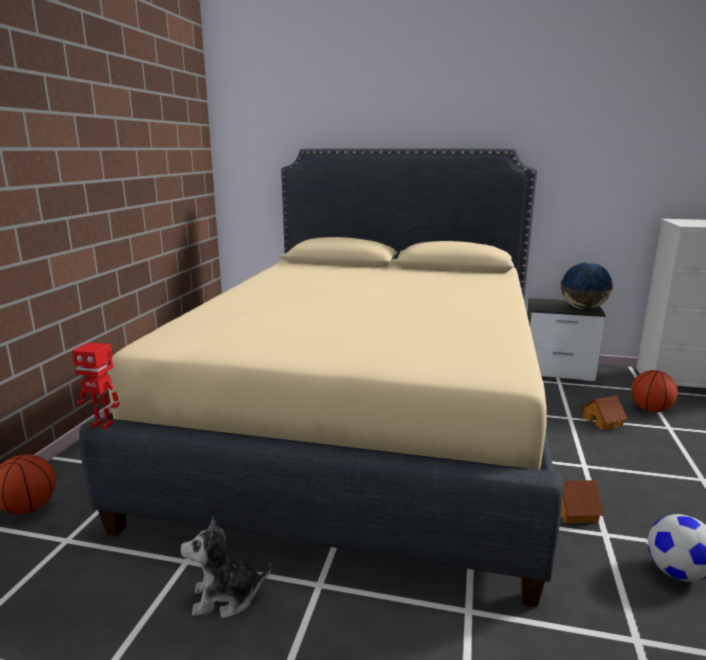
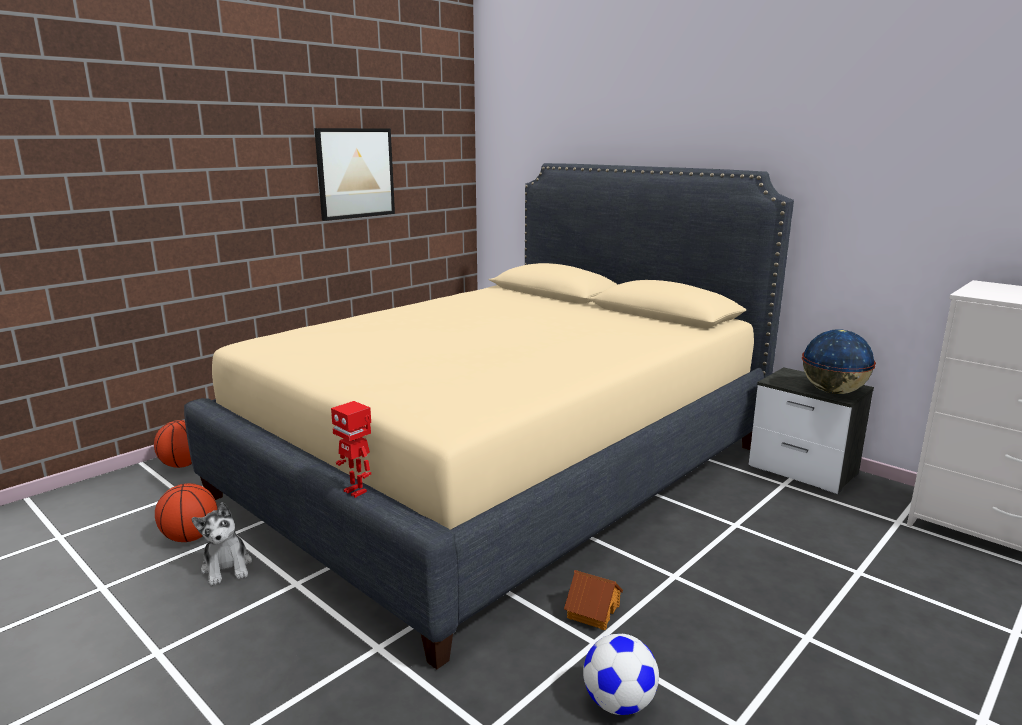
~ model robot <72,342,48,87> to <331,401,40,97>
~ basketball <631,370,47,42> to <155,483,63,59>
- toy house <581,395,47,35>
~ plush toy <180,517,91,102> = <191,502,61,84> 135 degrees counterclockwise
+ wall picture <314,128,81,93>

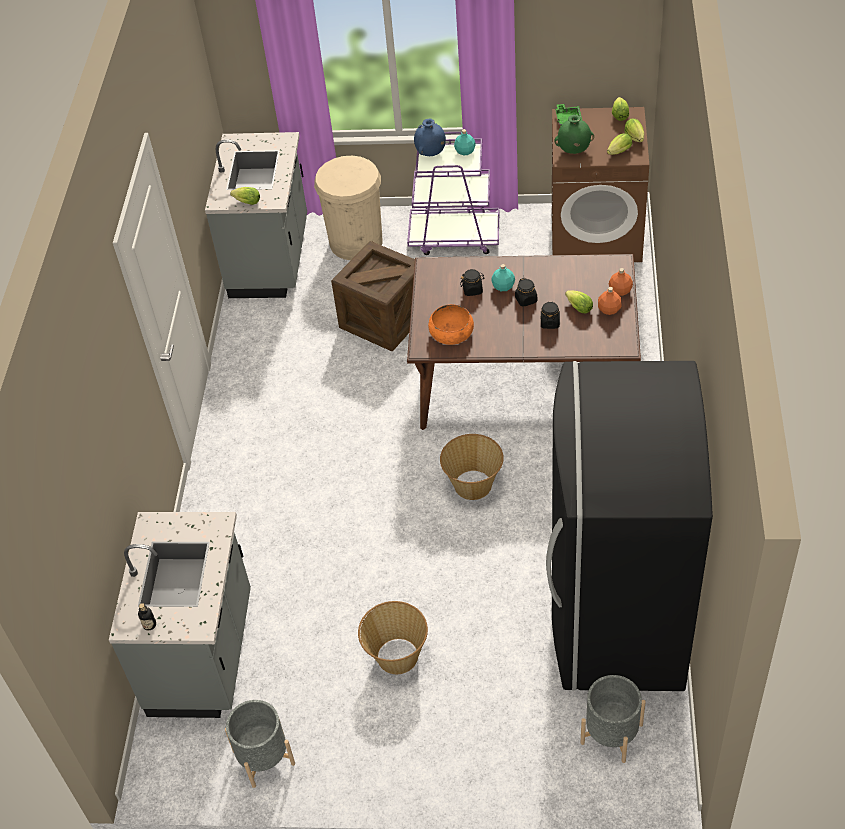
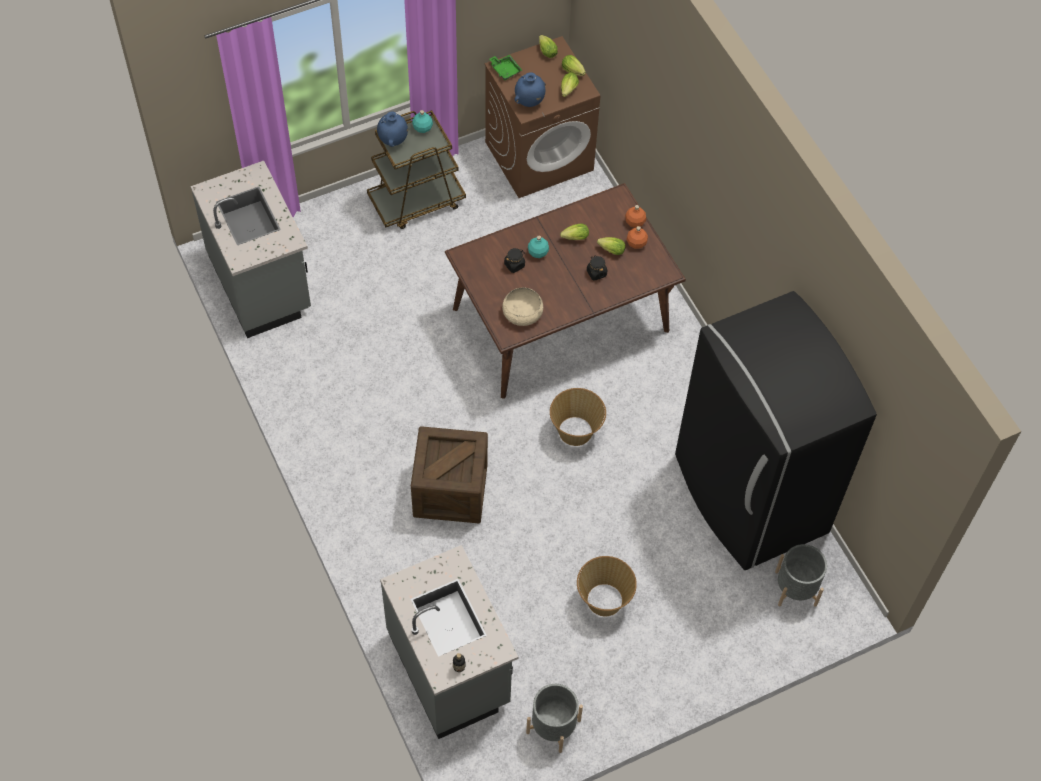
~ green decorative vase <554,115,40,39> to blue decorative vase <515,72,31,35>
~ purple wheeled cart <407,132,92,123> to brown wheeled cart <367,110,99,119>
- beige-coloured rubbish bin <314,156,68,104>
~ lettuce <230,187,30,18> to <560,224,29,16>
~ crate <331,241,84,110> to <411,426,77,97>
- black-coloured preserve jar <515,278,22,29>
~ orange bowl <428,304,46,41> to beige-coloured bowl <502,287,41,39>

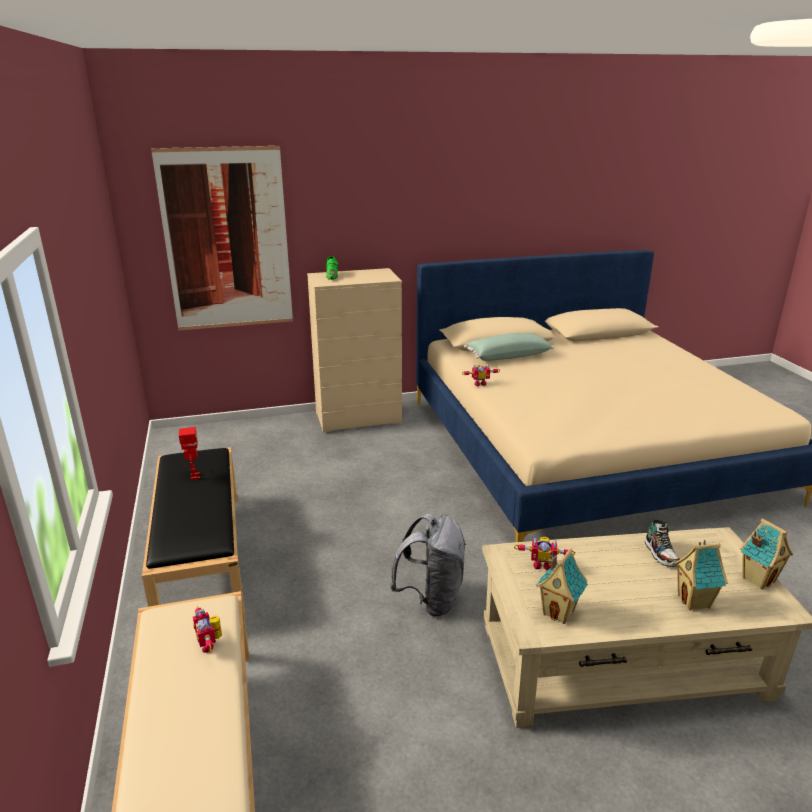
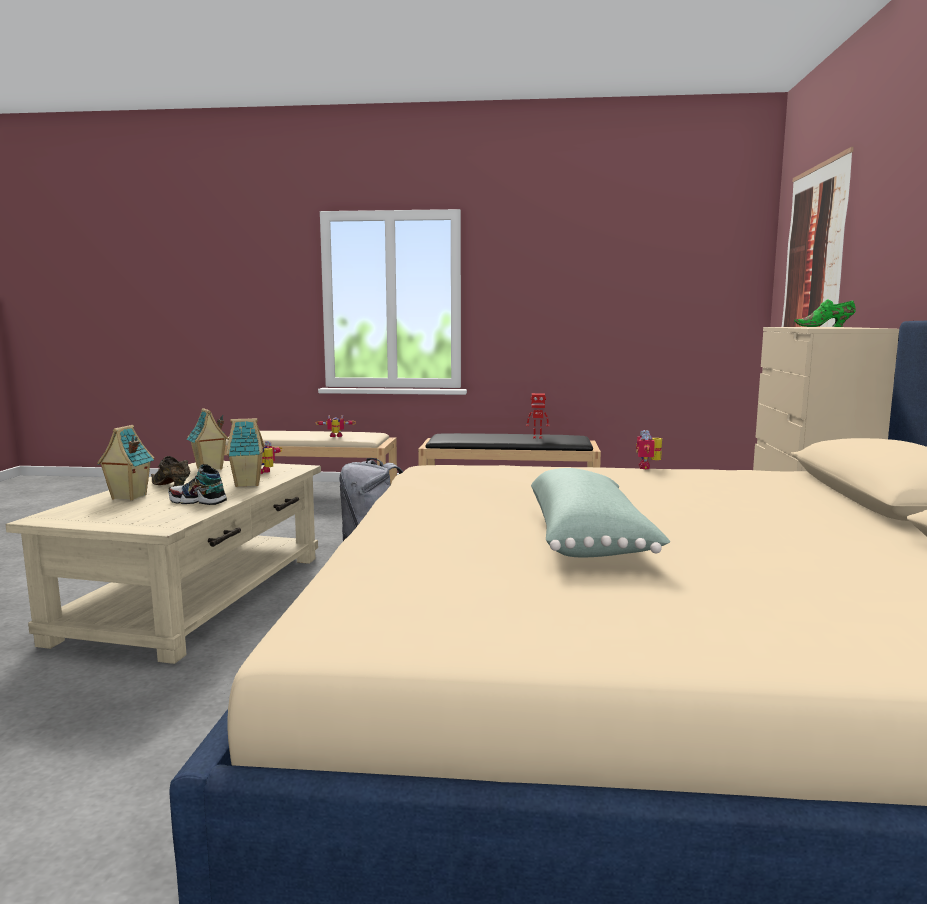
~ green throw pillow <464,333,90,28> to <531,468,139,89>
~ toy house <740,518,53,72> to <226,418,38,69>
+ brown low shoe <151,456,39,31>

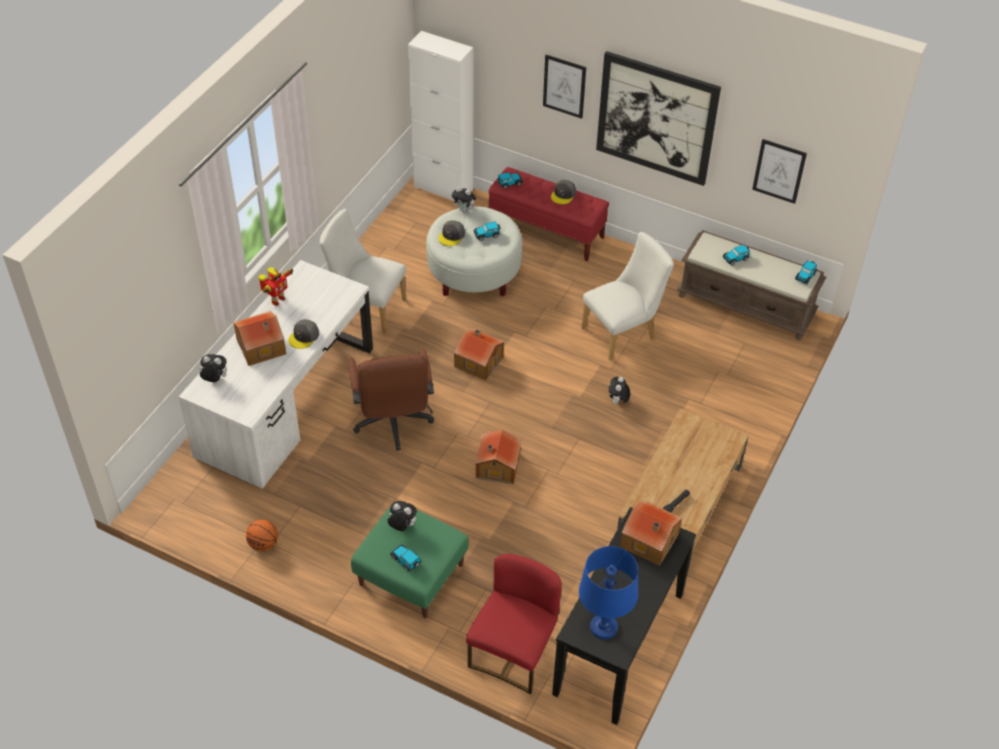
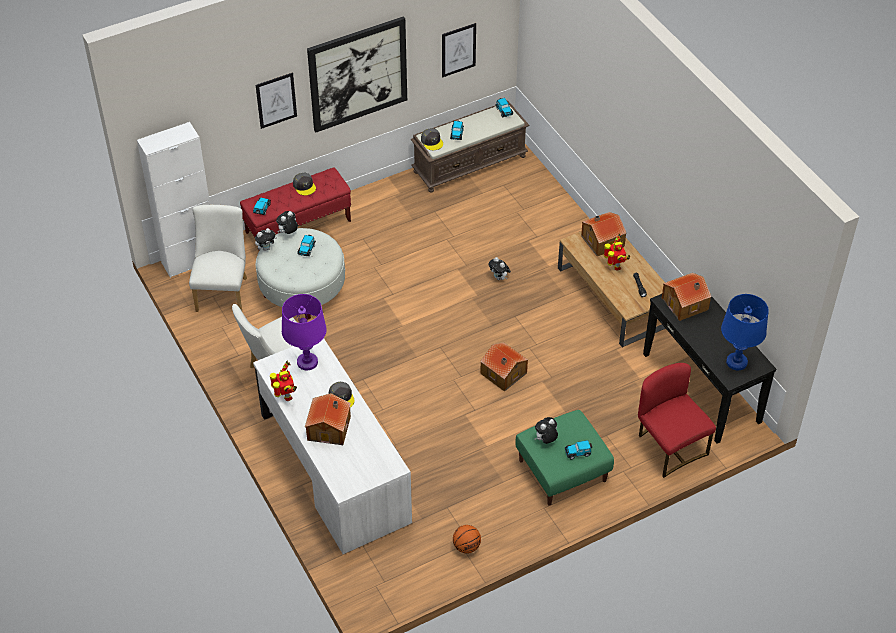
~ greyish cap <438,220,27,26> to <421,128,22,22>
~ white plain chair <582,232,92,129> to <189,205,58,107>
~ toy house <454,329,50,52> to <581,212,45,44>
- brown office chair <348,348,86,103>
~ plush toy <199,354,28,28> to <276,211,22,23>
+ model robot <604,234,26,37>
+ purple tabletop lamp <282,294,45,77>

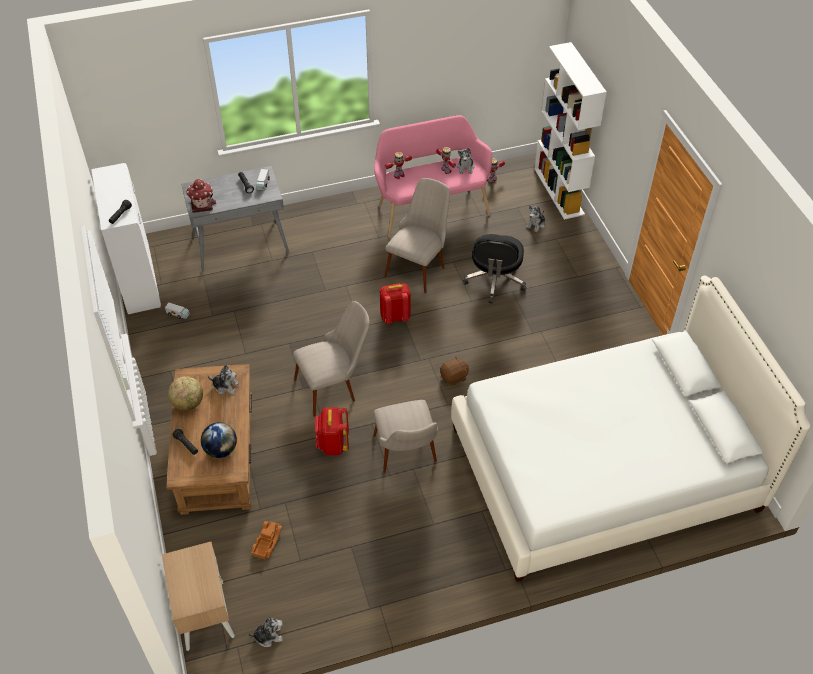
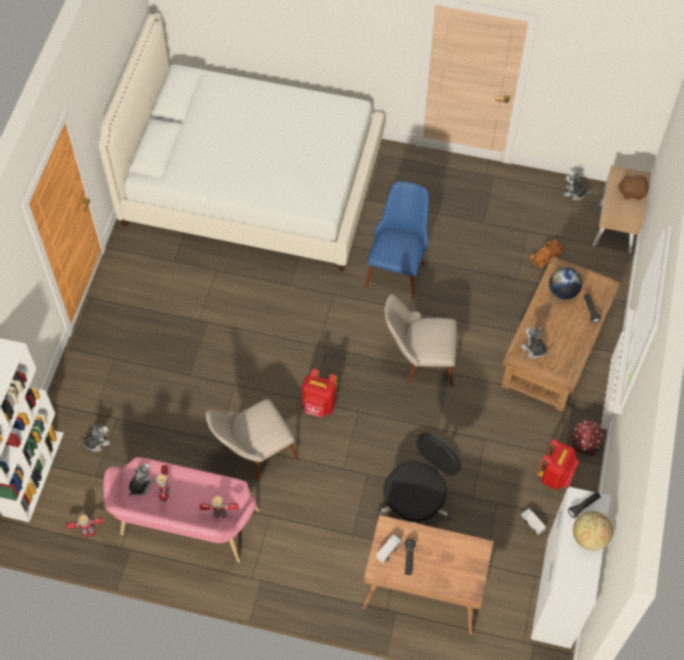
~ greyish desk unit <181,166,108,106> to brown desk unit <363,515,131,119>
~ toy house <186,179,30,34> to <570,421,33,35>
~ black-coloured office chair <463,234,63,69> to <376,433,85,90>
~ brown plush toy <440,356,29,30> to <617,173,32,27>
~ desk globe <168,376,35,35> to <573,511,40,40>
~ beige-coloured plain chair <373,400,65,73> to blue plain chair <365,181,64,118>
~ red-coloured rucksack <315,407,34,49> to <537,439,42,51>

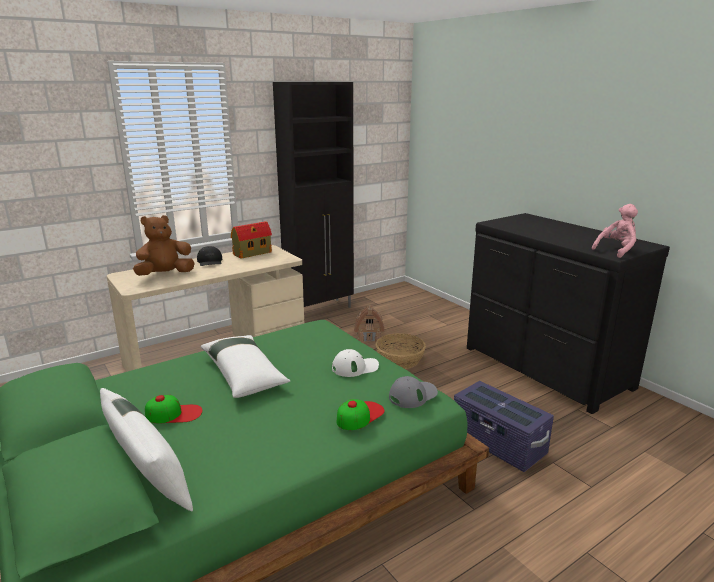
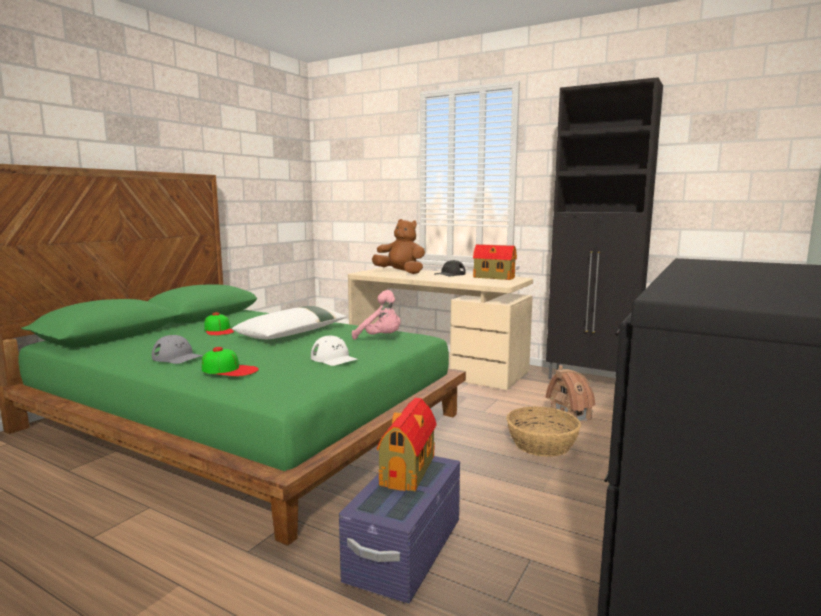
~ pink-coloured plush toy <592,204,46,54> to <352,290,49,50>
~ greyish cap <389,376,49,32> to <152,335,51,29>
- white throw pillow <100,388,93,123>
+ toy house <377,398,59,93>

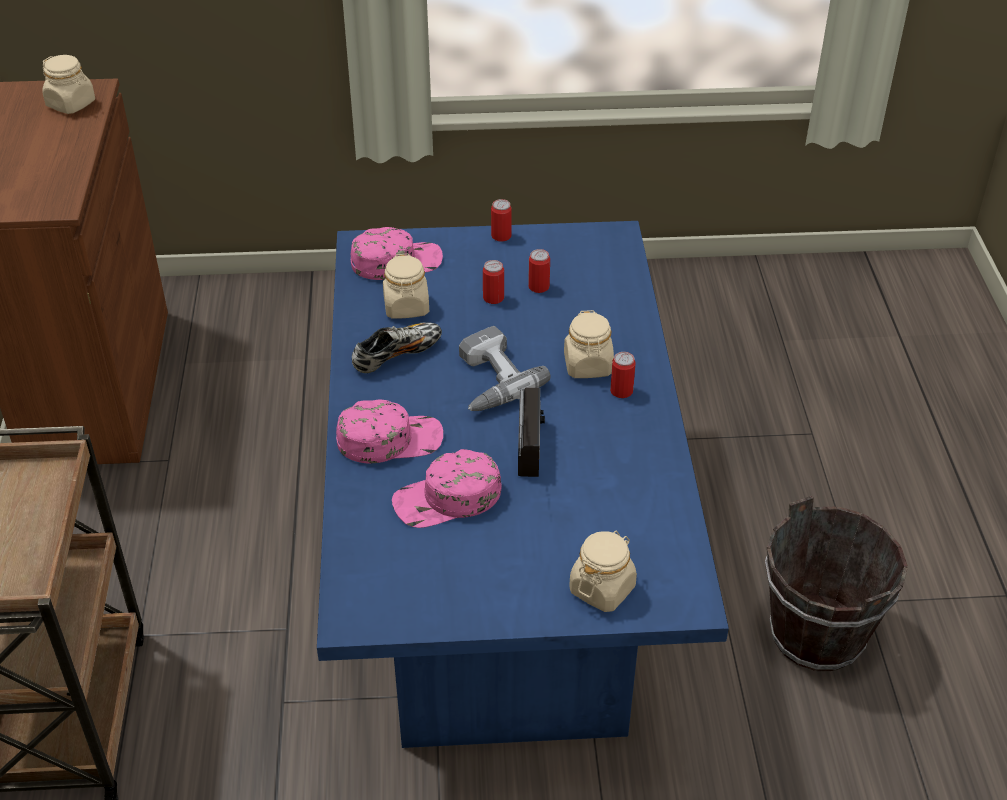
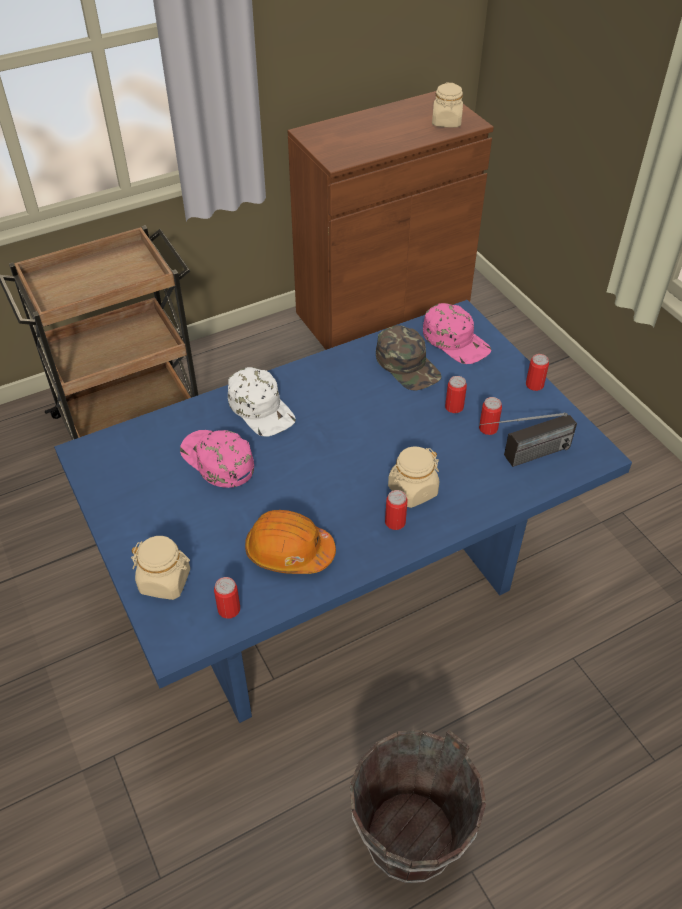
~ beige-coloured preserve jar <383,253,46,66> to green cap <376,325,65,66>
- low shoe <352,322,90,51>
- drill <459,326,92,85>
~ radio set <518,388,27,89> to <479,413,98,54>
~ pink-coloured cap <336,399,107,64> to white cap <228,367,68,70>
+ orange work helmet <245,510,91,64>
+ metal can <214,577,26,42>

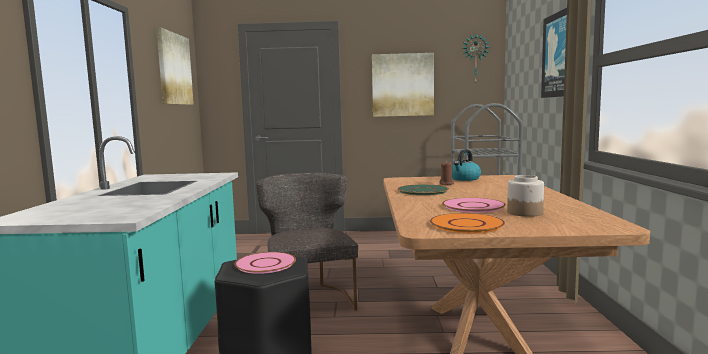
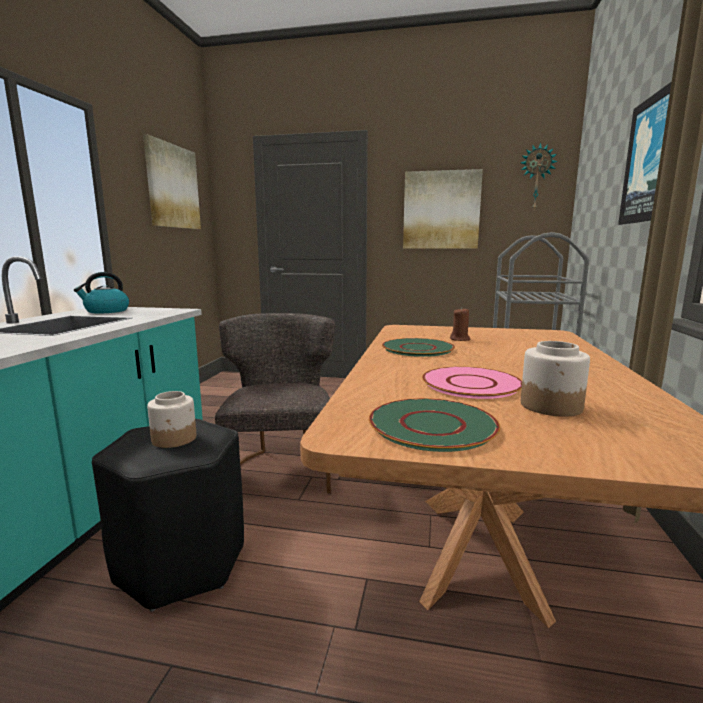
~ kettle <452,149,29,32> to <74,272,55,41>
~ orange flat dish <430,213,75,20> to green flat dish <369,398,131,54>
~ pink-coloured flat dish <234,252,62,22> to preserve jar <147,391,49,57>

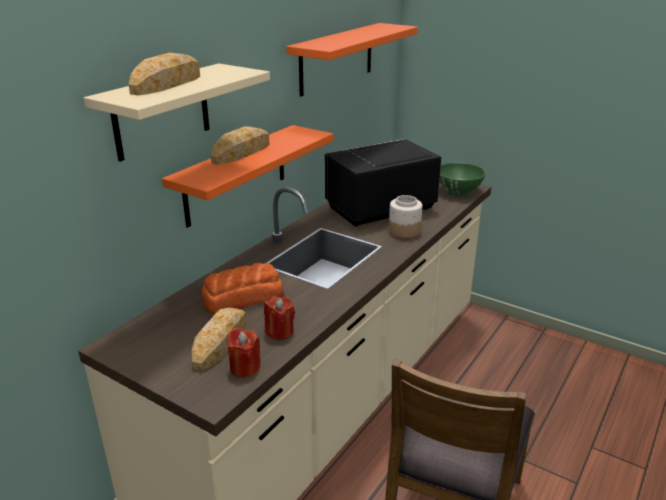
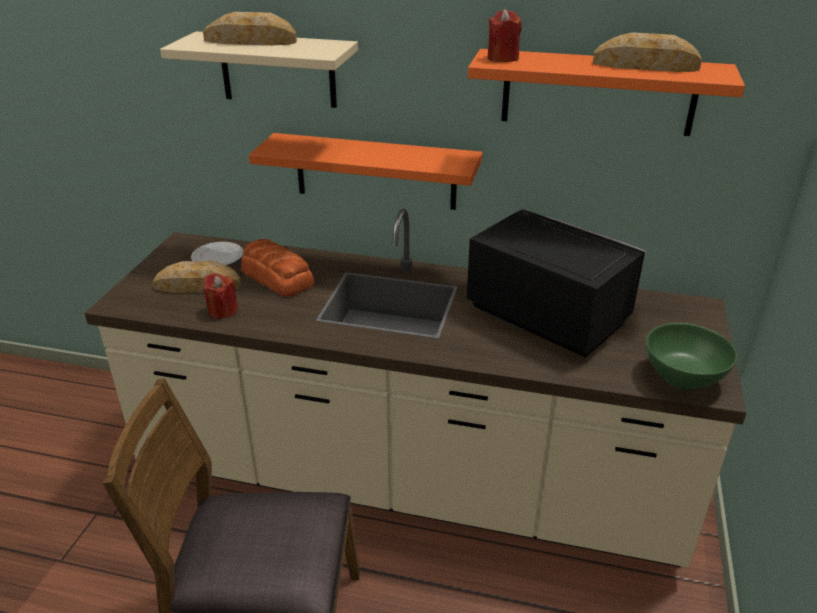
~ bakery bread <211,126,59,39> to <593,32,109,40>
- preserve jar <389,195,33,43>
~ red-coloured candle <228,327,33,50> to <488,9,34,53>
+ flat dish <191,242,53,24>

